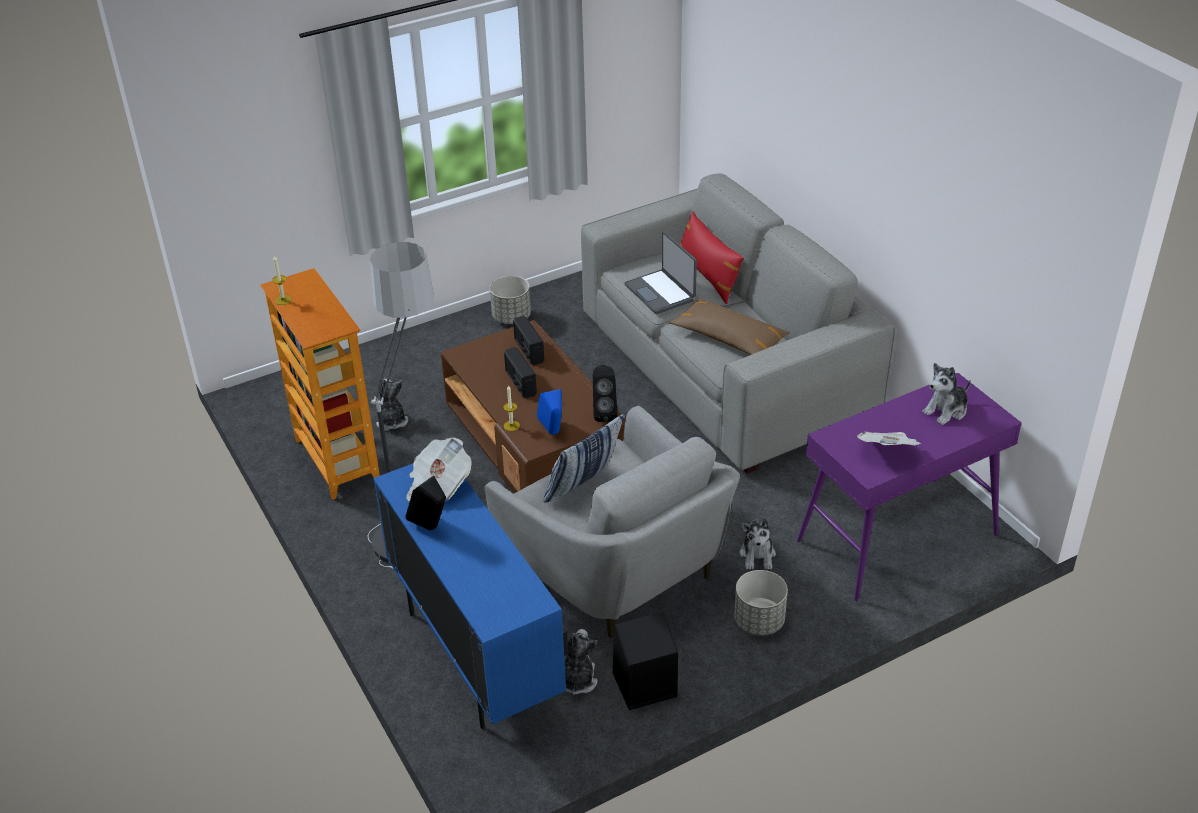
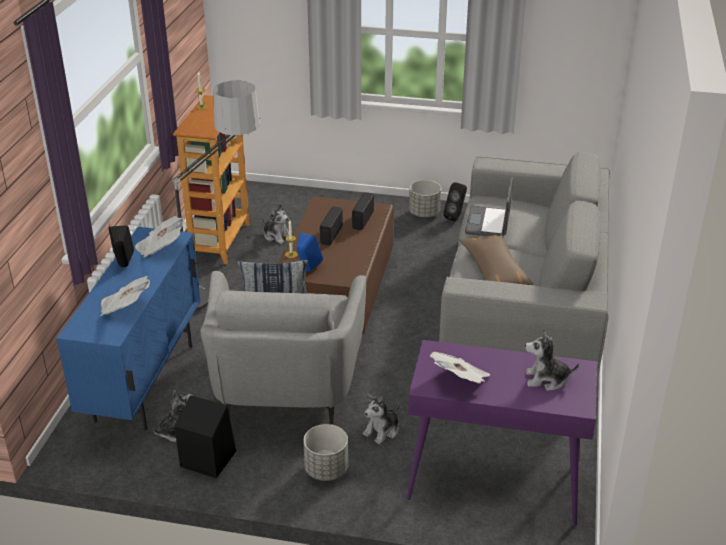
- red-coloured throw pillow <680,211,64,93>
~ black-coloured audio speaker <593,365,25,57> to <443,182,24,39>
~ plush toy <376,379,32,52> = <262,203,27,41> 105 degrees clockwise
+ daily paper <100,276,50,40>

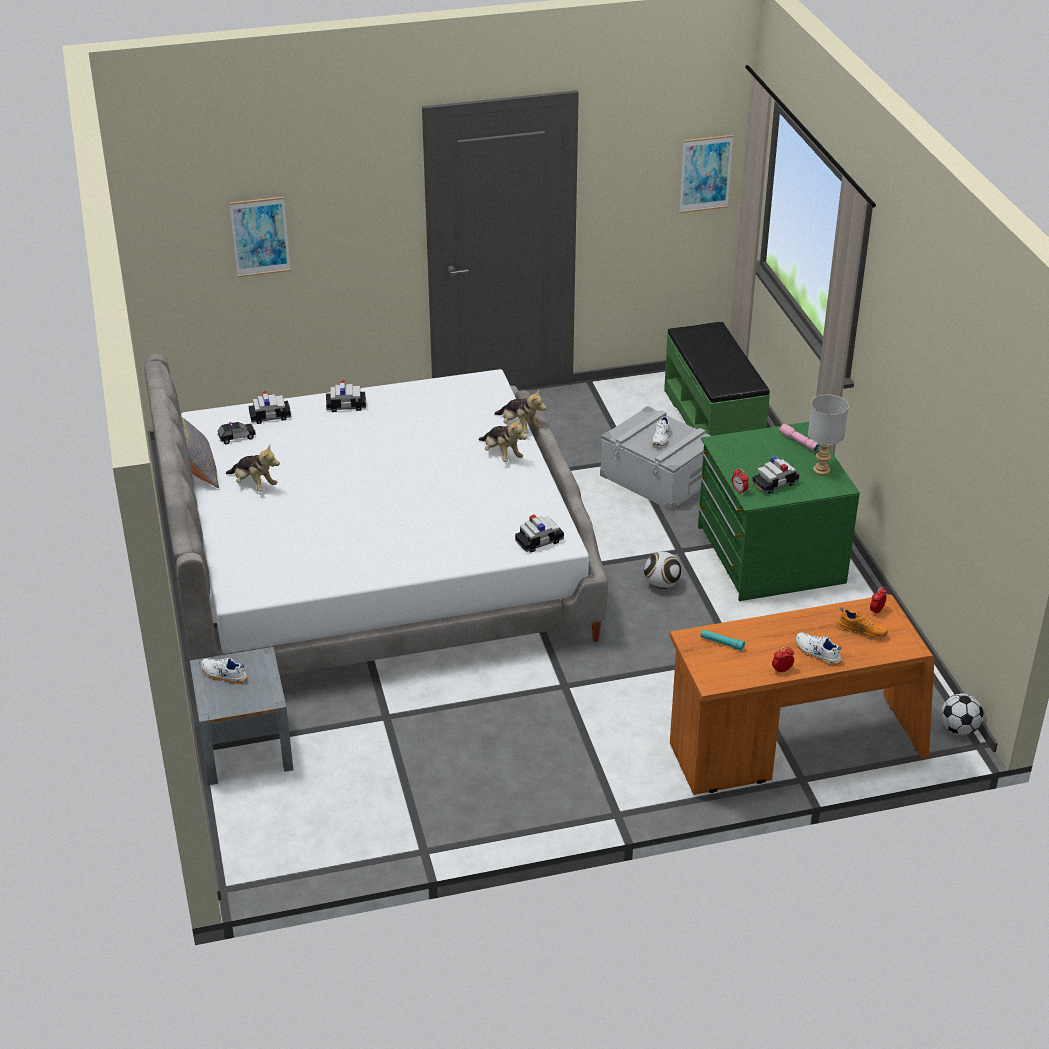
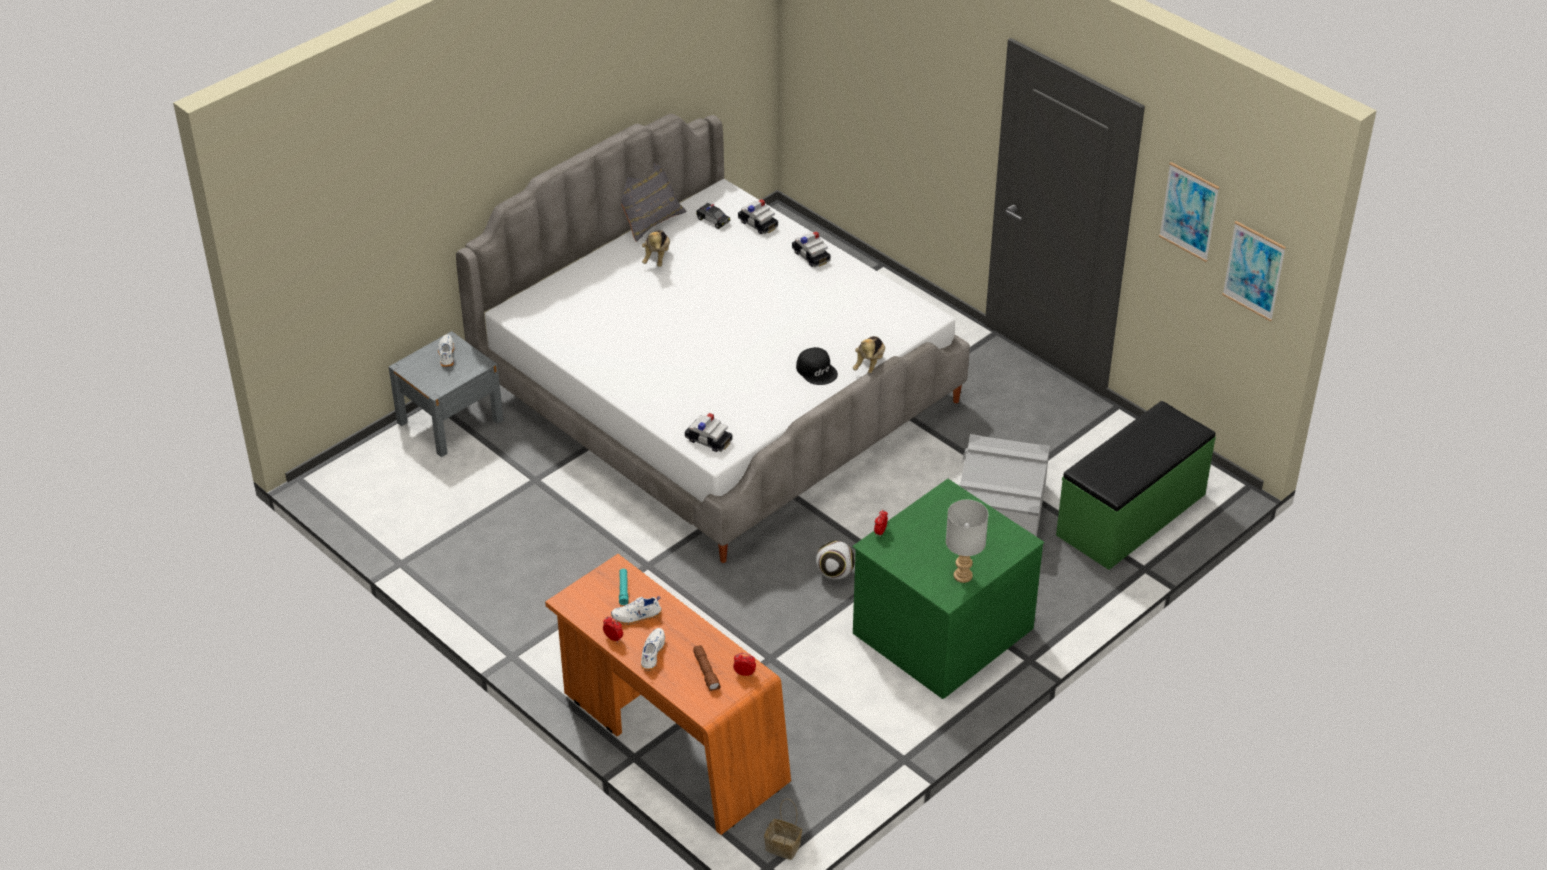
~ wall picture <229,197,62,80> to <1159,162,60,100>
~ white low shoe <652,413,18,33> to <611,596,51,29>
~ plush toy <478,417,49,45> to black-coloured cap <796,347,42,38>
- pink-coloured flashlight <779,424,40,28>
- toy car <752,456,47,38>
~ orange low shoe <837,607,51,32> to brown flashlight <693,645,28,46>
~ football ball <941,694,43,41> to storage basket <764,799,38,61>

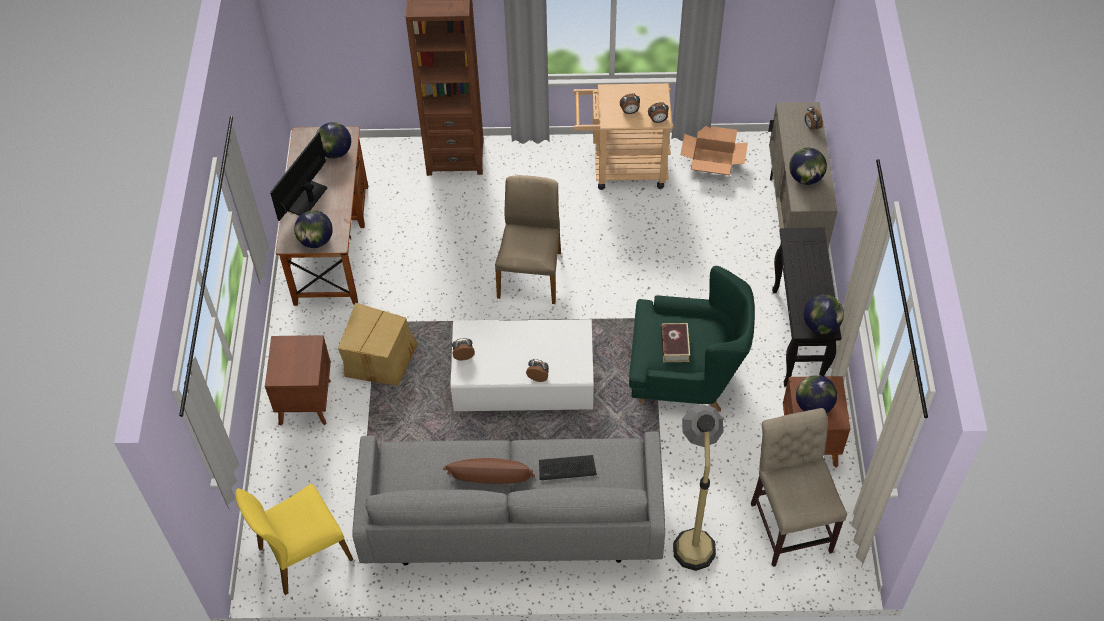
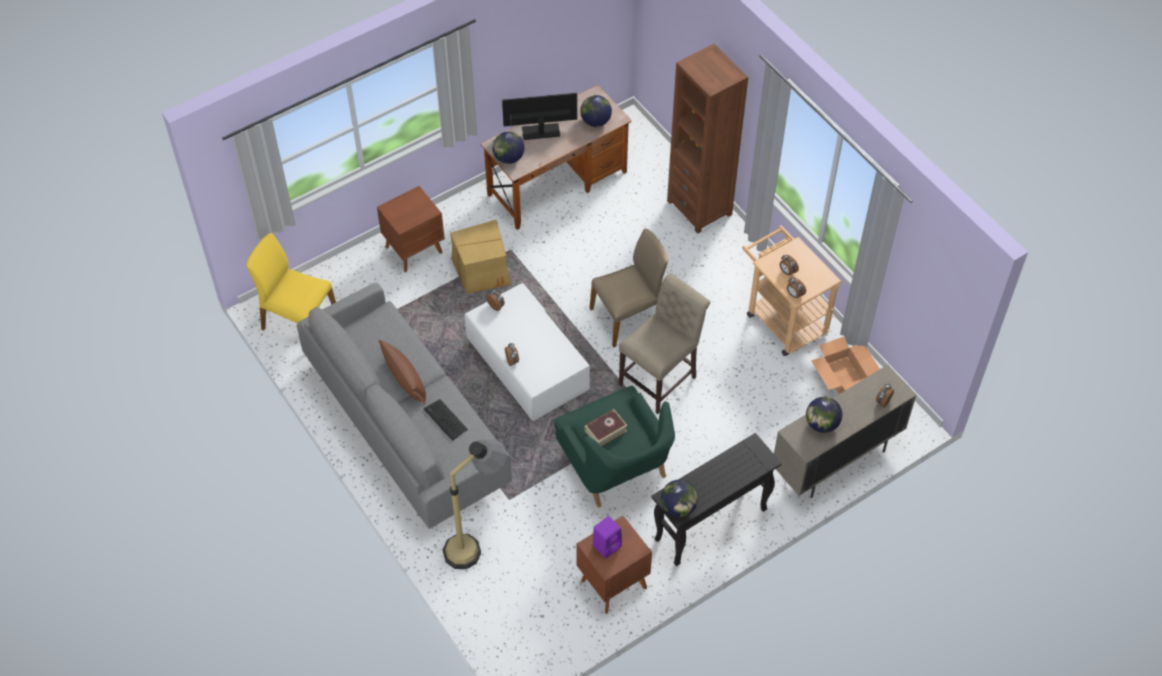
~ desk globe <796,375,41,38> to purple audio speaker <593,516,29,42>
~ beige-coloured plain chair <751,408,96,159> to <619,273,91,141>

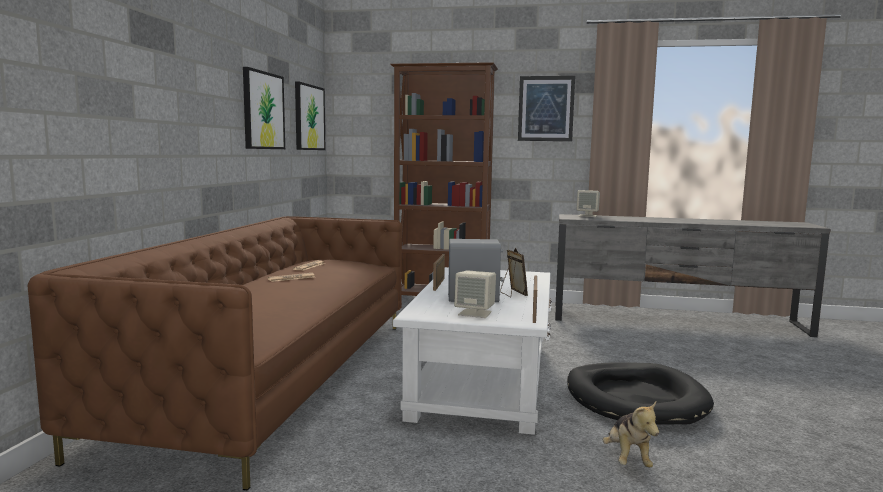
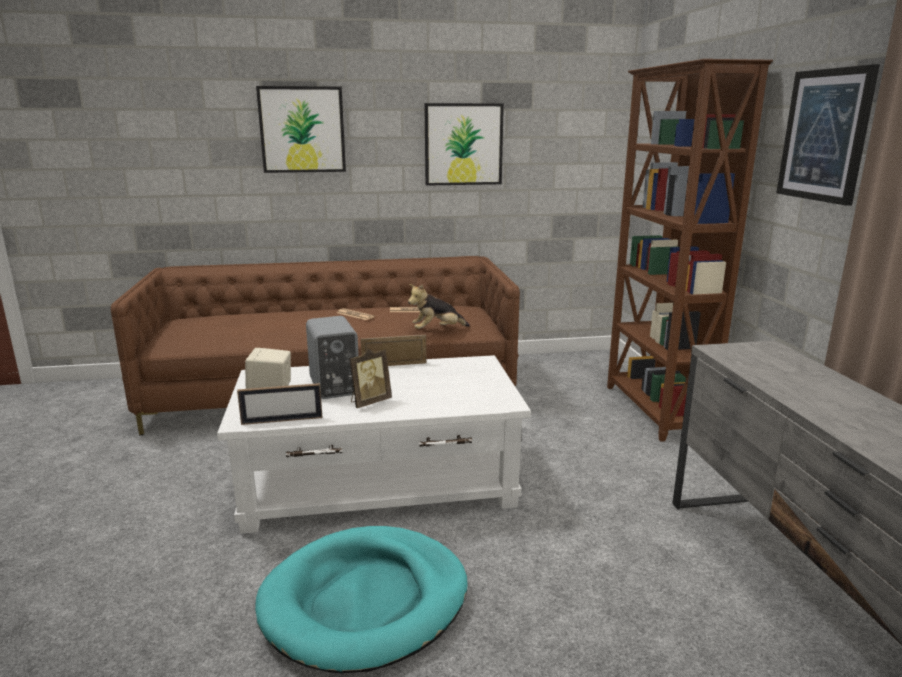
~ wall picture <295,81,30,69> to <256,86,90,87>
- beige-coloured audio speaker <576,190,24,27>
~ black-coloured dog cushion <567,363,147,62> to turquoise dog cushion <255,526,213,147>
~ plush toy <603,401,56,66> to <408,284,62,45>

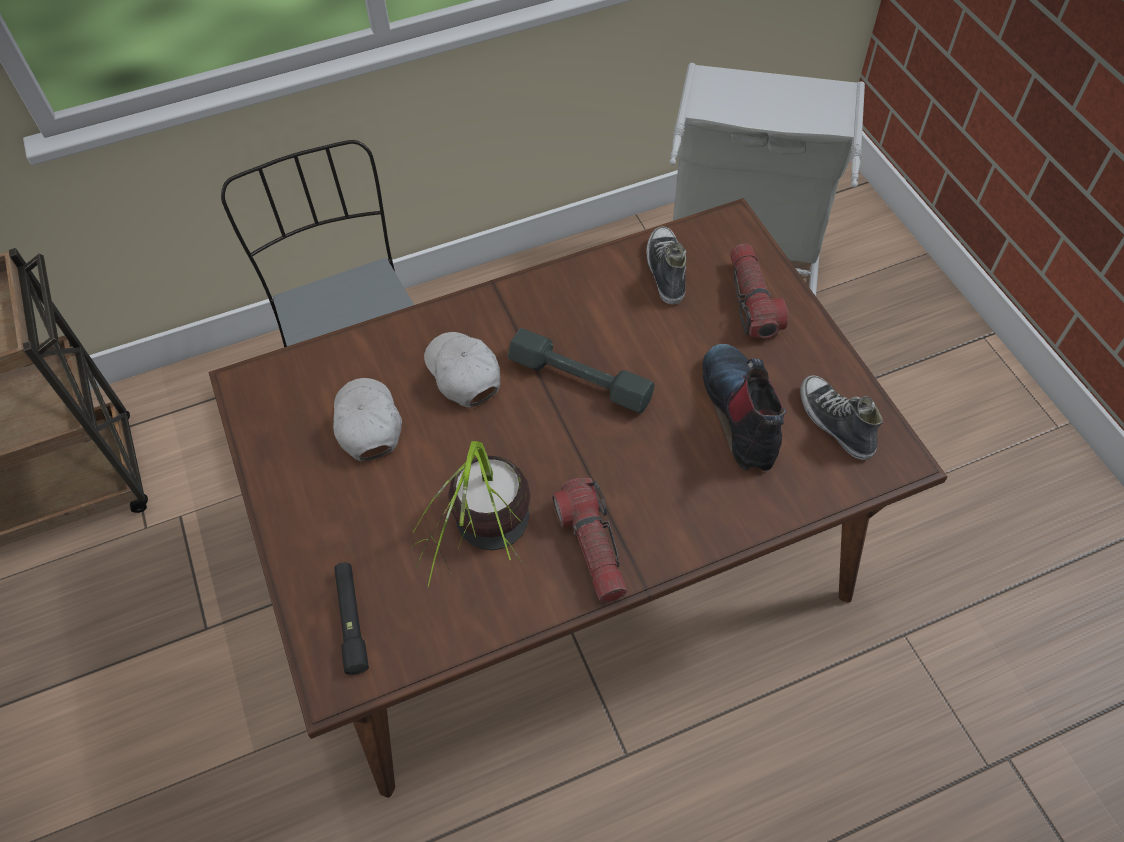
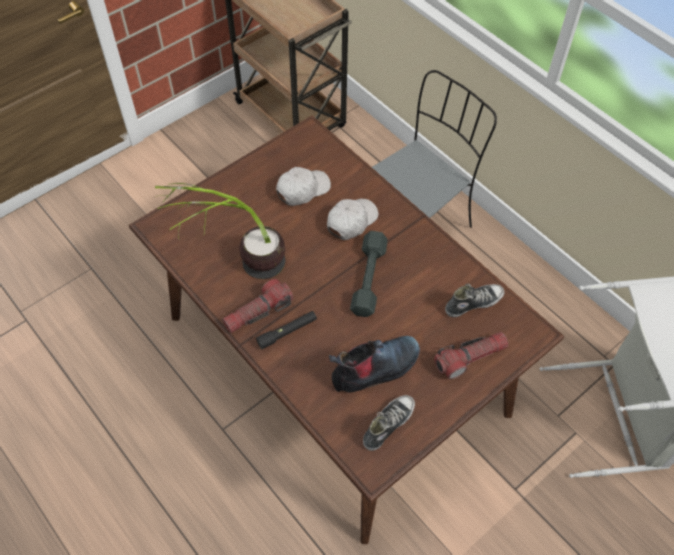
~ black-coloured flashlight <334,563,35,112> to <256,311,61,38>

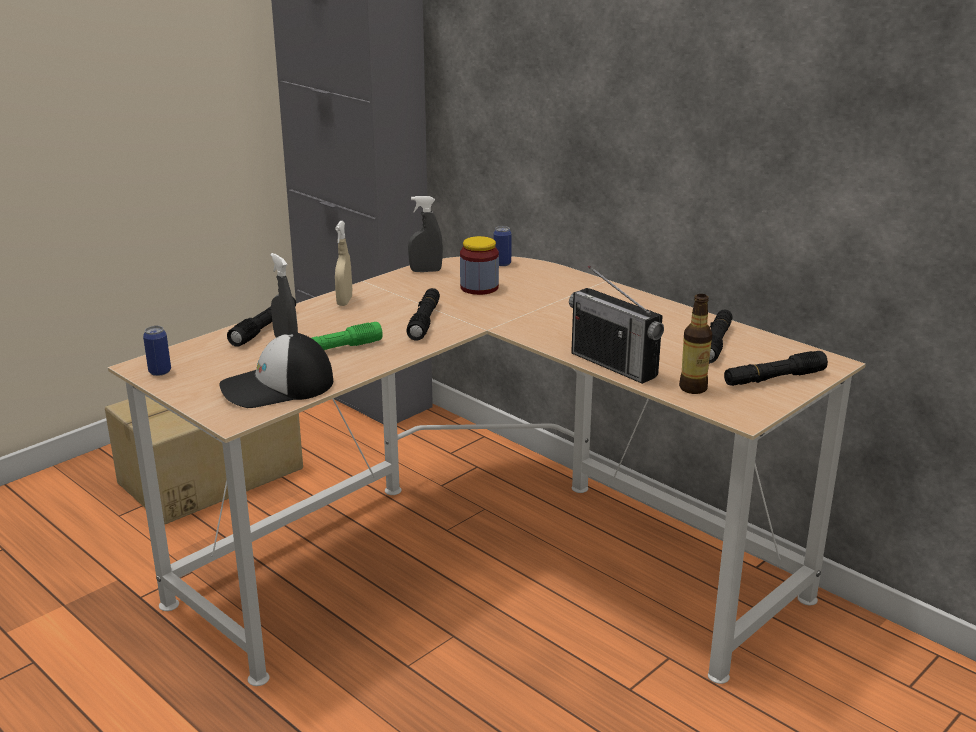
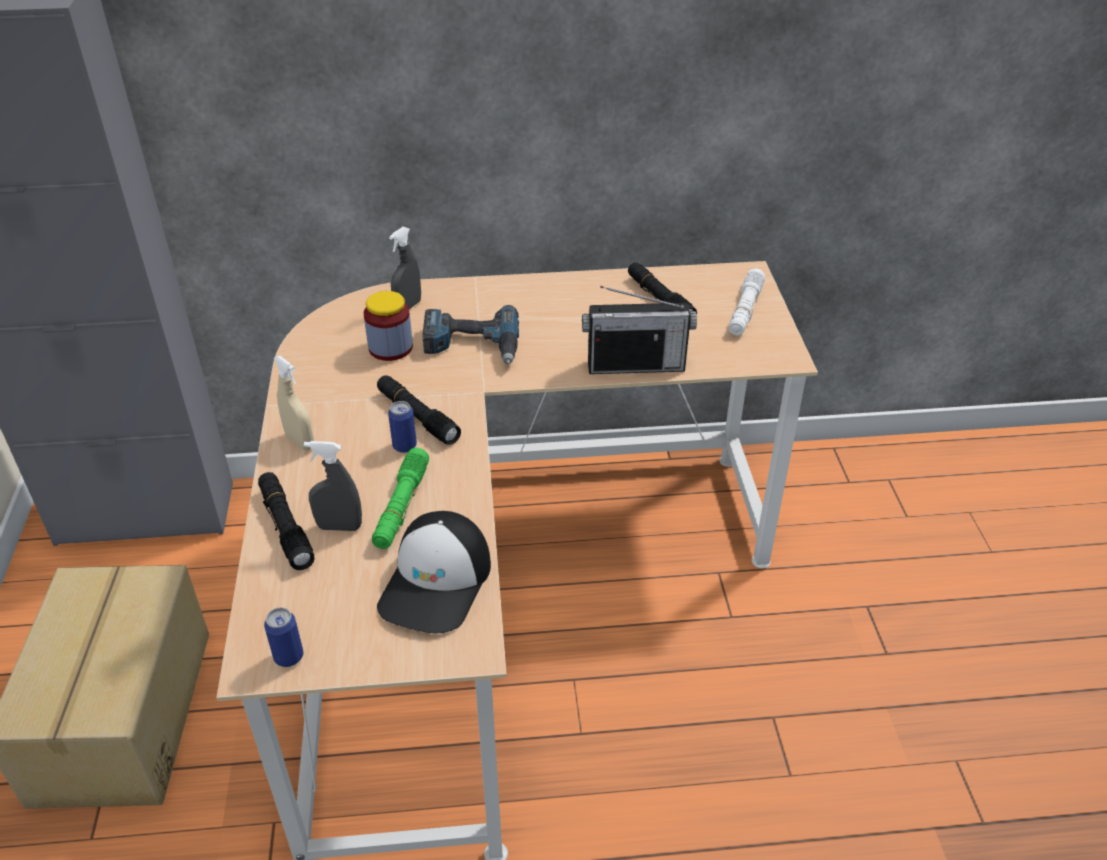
~ greyish hand sprayer <408,196,35,76> to <389,227,32,82>
~ metal can <494,226,18,40> to <388,401,29,52>
- bottle <679,294,33,100>
~ black-coloured flashlight <724,351,104,35> to white flashlight <729,268,36,67>
+ drill <422,305,97,59>

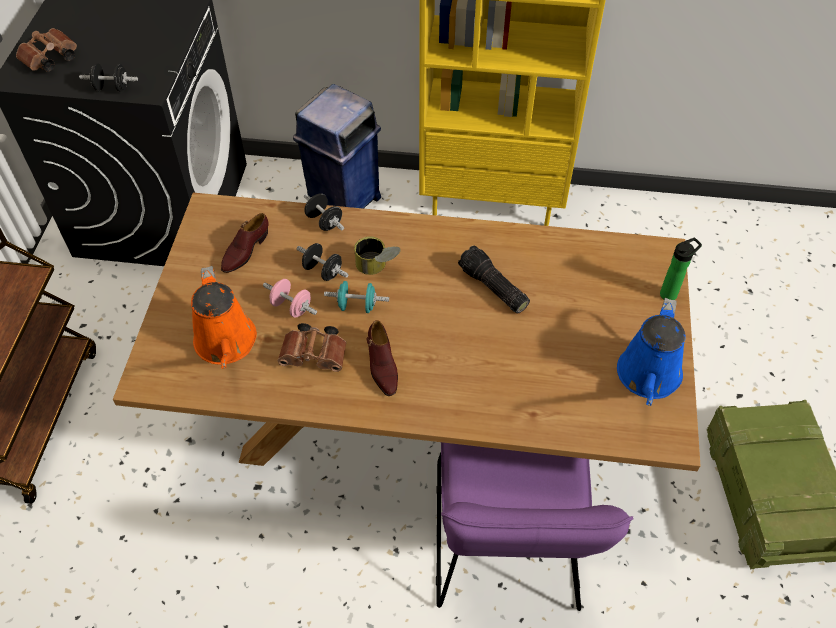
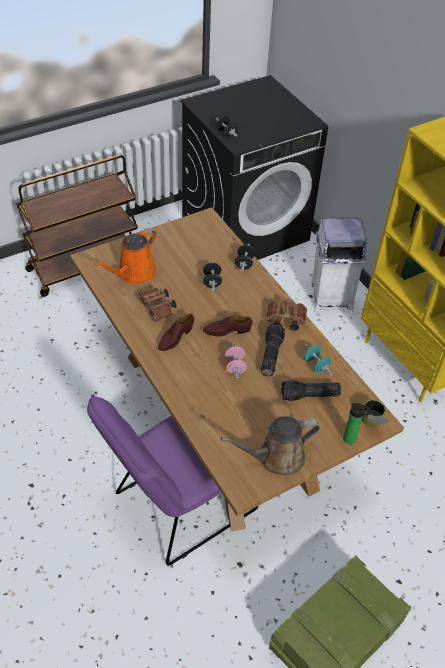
~ brown field glasses <16,28,61,44> to <267,298,40,33>
~ blue rubbish bin <293,84,88,125> to white rubbish bin <311,217,56,93>
~ brown low shoe <221,213,48,60> to <203,315,49,22>
~ metal can <354,236,47,39> to <361,399,28,29>
~ pink-coloured dumbbell <263,279,54,39> to <225,343,22,36>
~ turquoise dumbbell <324,281,65,32> to <304,344,28,31>
~ blue watering can <617,298,69,108> to brown watering can <221,416,99,59>
+ flashlight <281,380,60,21>

